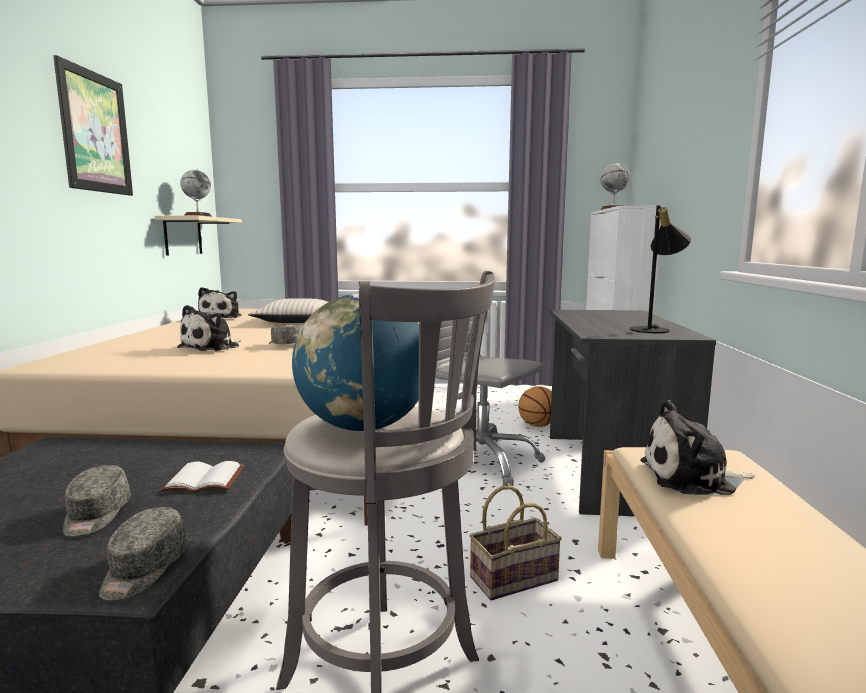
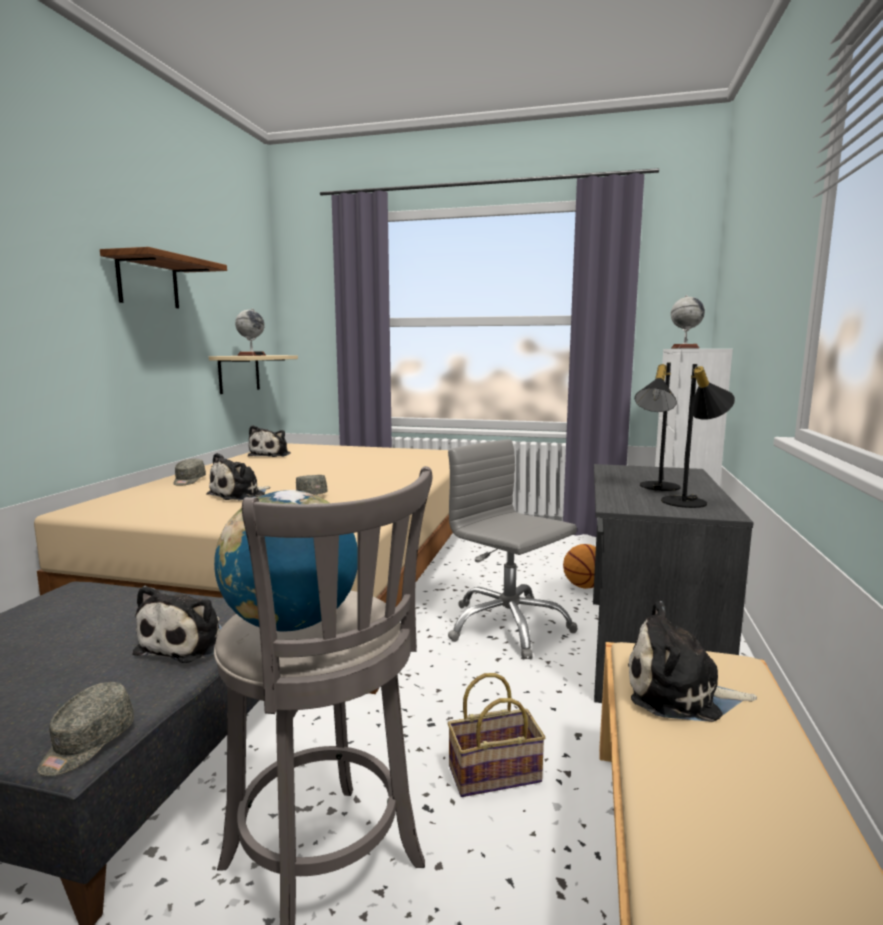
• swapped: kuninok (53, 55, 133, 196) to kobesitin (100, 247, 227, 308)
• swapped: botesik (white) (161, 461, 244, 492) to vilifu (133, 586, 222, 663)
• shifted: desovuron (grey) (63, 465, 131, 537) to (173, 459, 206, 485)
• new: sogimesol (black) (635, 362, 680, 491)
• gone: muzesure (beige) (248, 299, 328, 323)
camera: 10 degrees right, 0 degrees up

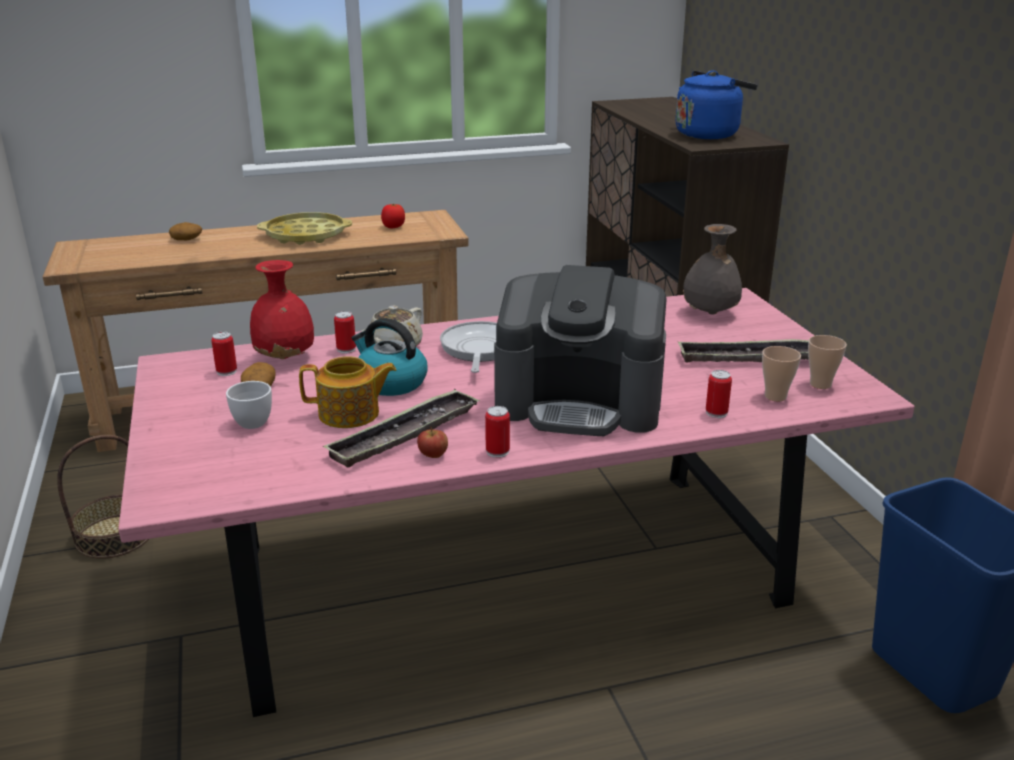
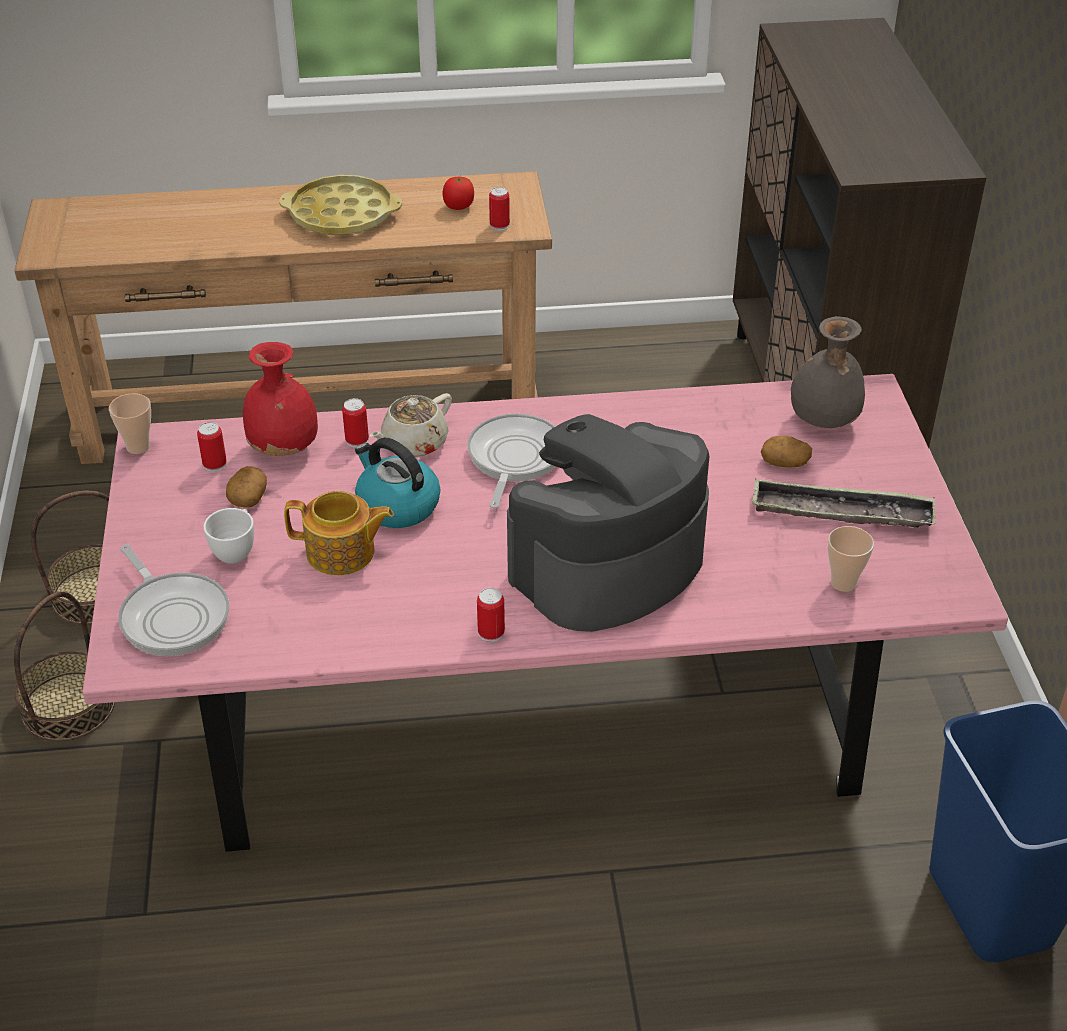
• new: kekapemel (14, 592, 115, 741)
• shifted: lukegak (808, 335, 847, 389) to (109, 393, 151, 454)
• new: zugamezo (118, 545, 229, 656)
• shifted: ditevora (706, 370, 732, 418) to (489, 187, 510, 231)
• rotated: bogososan (494, 265, 667, 436) = (507, 414, 710, 632) 120 degrees clockwise
• shifted: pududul (169, 222, 202, 240) to (761, 436, 812, 468)
• gone: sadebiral (323, 389, 480, 467)
• gone: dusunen (417, 427, 448, 458)
• gone: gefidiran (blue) (676, 70, 758, 139)
camera: 10 degrees right, 15 degrees up

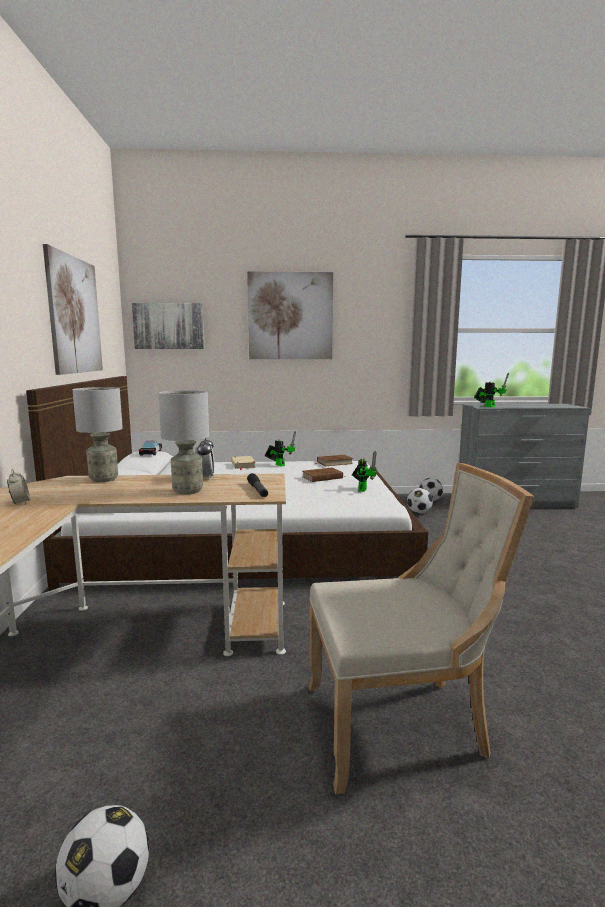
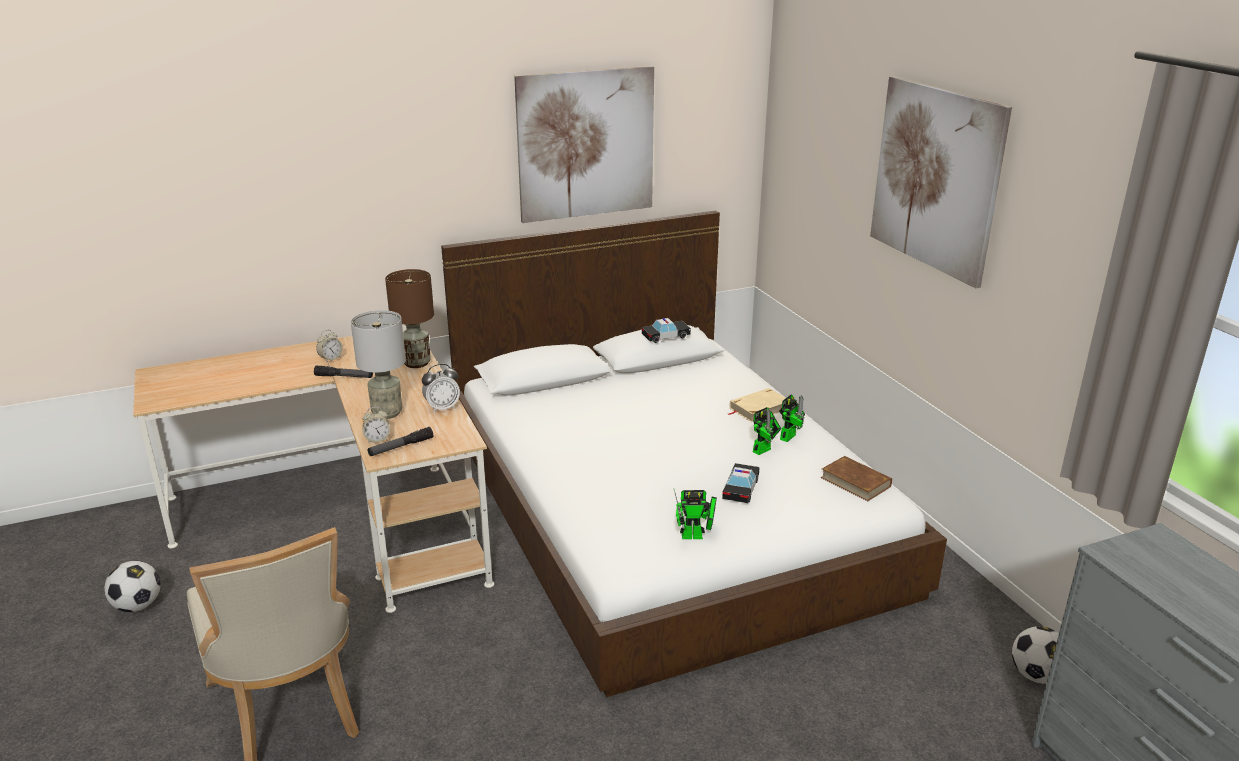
• new: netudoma (314, 366, 373, 378)
• new: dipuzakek (362, 407, 390, 443)
• repainted: sogimesol (grey) (72, 387, 123, 482) to sogimesol (brown) (385, 269, 434, 368)
• swapped: botesik (brown) (303, 468, 345, 482) to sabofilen (722, 463, 760, 503)
• shifted: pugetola (474, 372, 509, 407) to (753, 407, 781, 455)
• gone: kuninok (132, 303, 205, 349)
• gone: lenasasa (407, 488, 433, 514)
camera: 70 degrees right, 15 degrees up

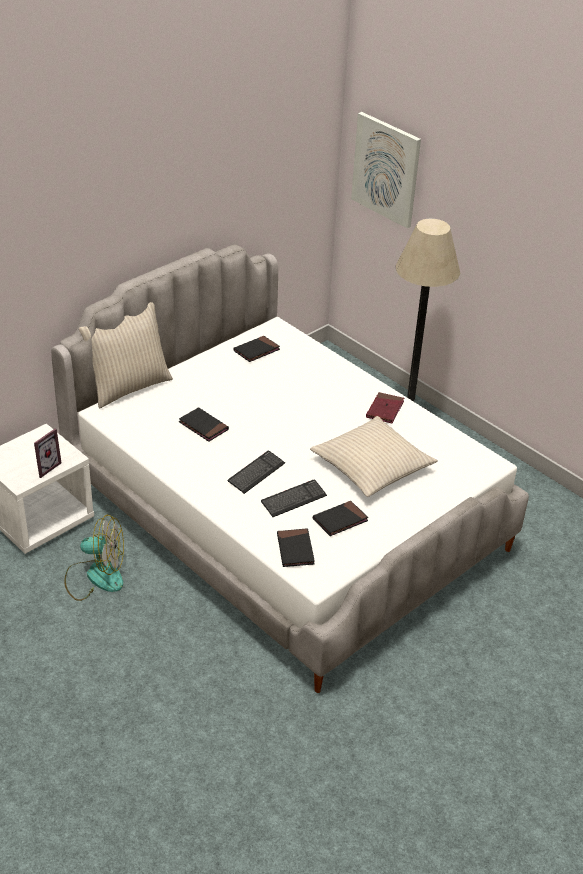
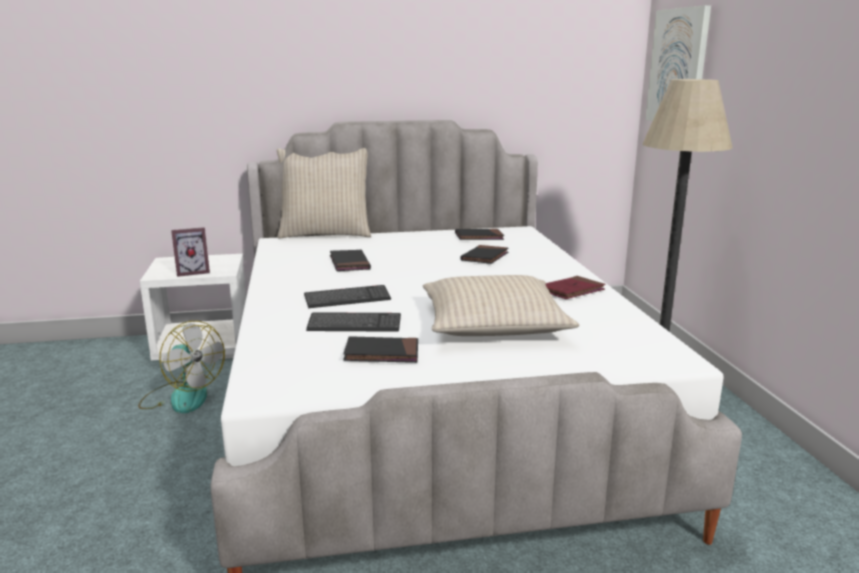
• shifted: botesik (black) (277, 528, 315, 567) to (461, 245, 509, 264)
camera: 35 degrees right, 20 degrees down

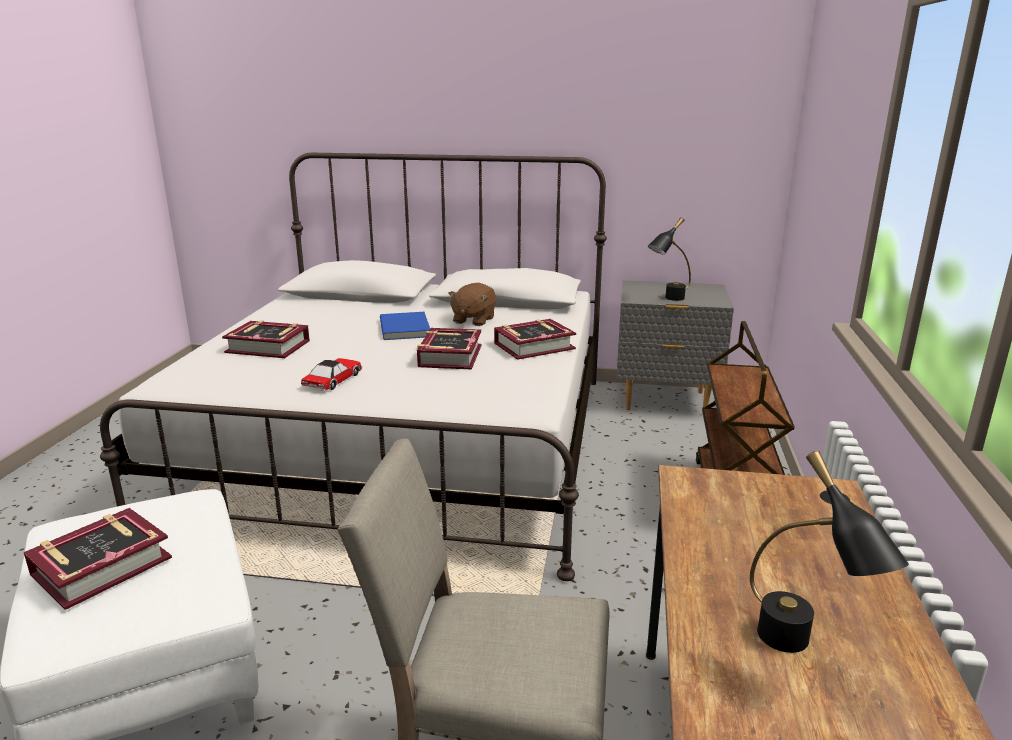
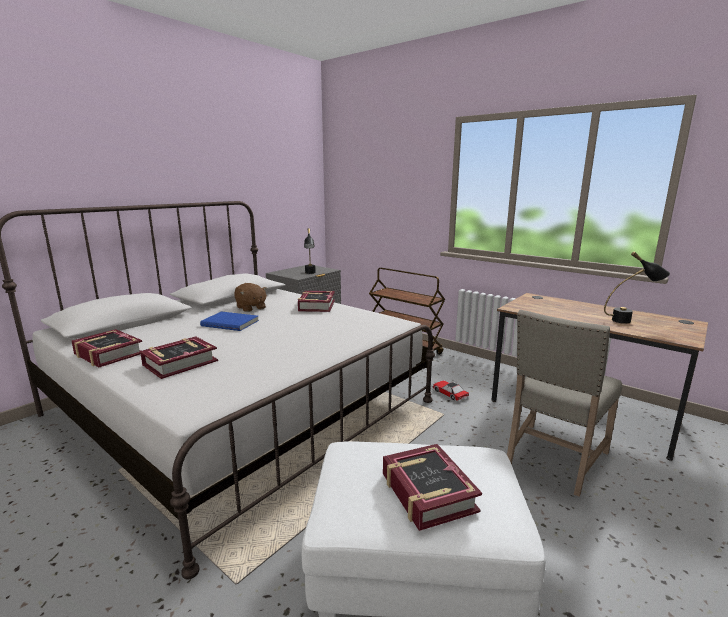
• shifted: botesik (417, 328, 482, 370) to (72, 329, 142, 367)
• shifted: sabofilen (301, 358, 362, 391) to (433, 380, 469, 400)
camera: 60 degrees left, 5 degrees down

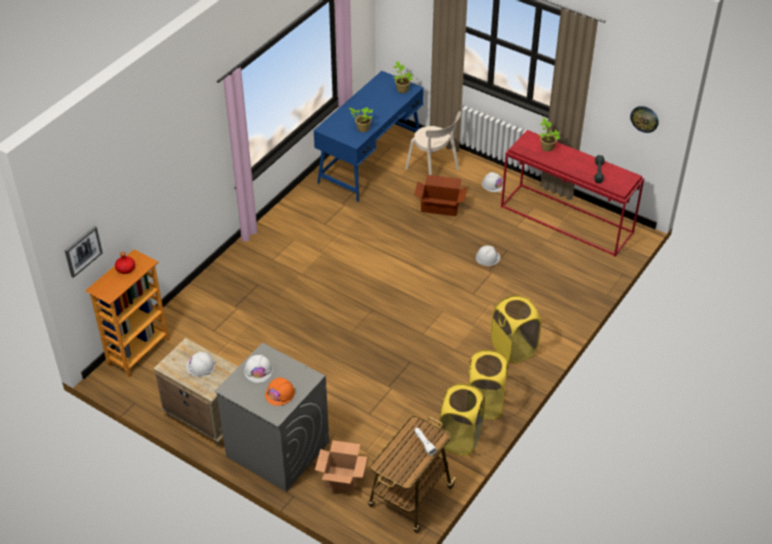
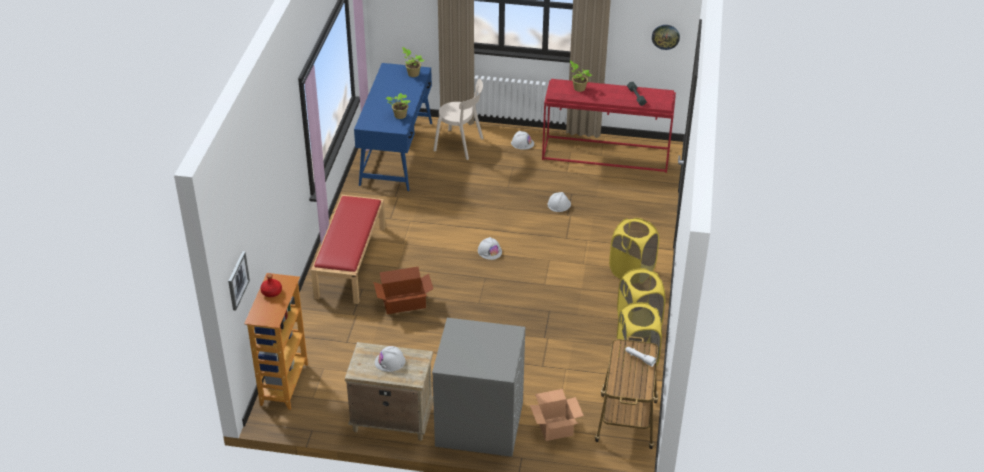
• new: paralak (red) (311, 195, 386, 304)
• shifted: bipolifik (414, 175, 467, 216) to (373, 267, 433, 314)
• shifted: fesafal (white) (244, 355, 273, 383) to (478, 237, 502, 260)
• gone: fesafal (orange) (265, 377, 295, 406)
camera: 25 degrees left, 5 degrees down

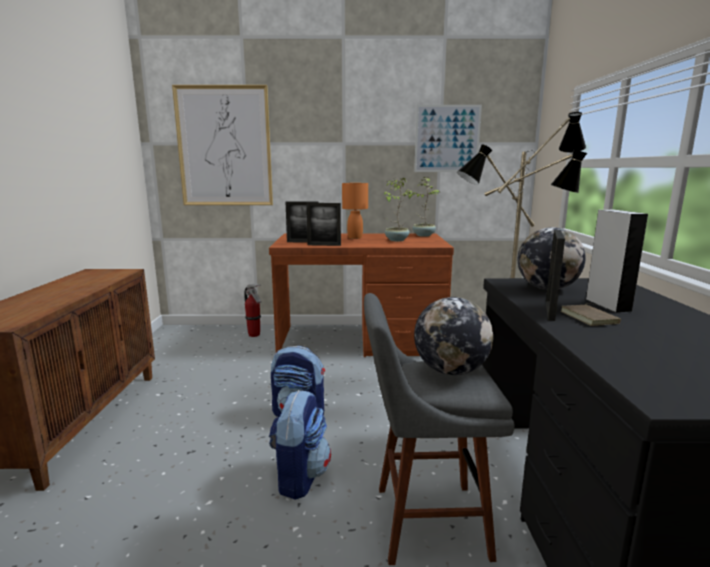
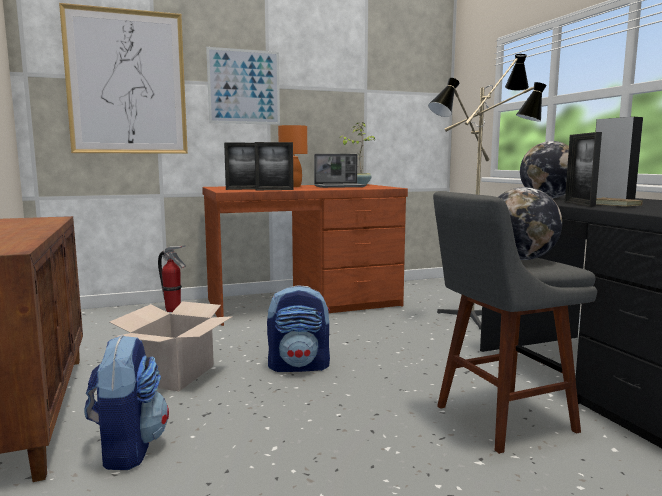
• shifted: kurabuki (269, 390, 331, 500) to (84, 335, 169, 470)
• new: bipolifik (109, 301, 233, 391)
• shifted: kuninok (414, 105, 482, 172) to (206, 47, 280, 125)
• swapped: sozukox (384, 178, 413, 241) to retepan (314, 154, 367, 188)
camera: 20 degrees left, 5 degrees down

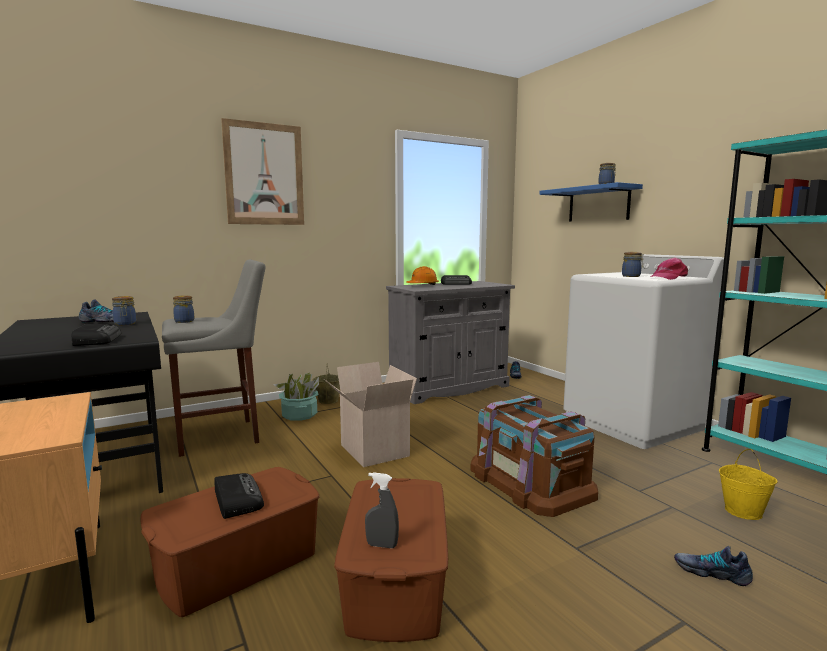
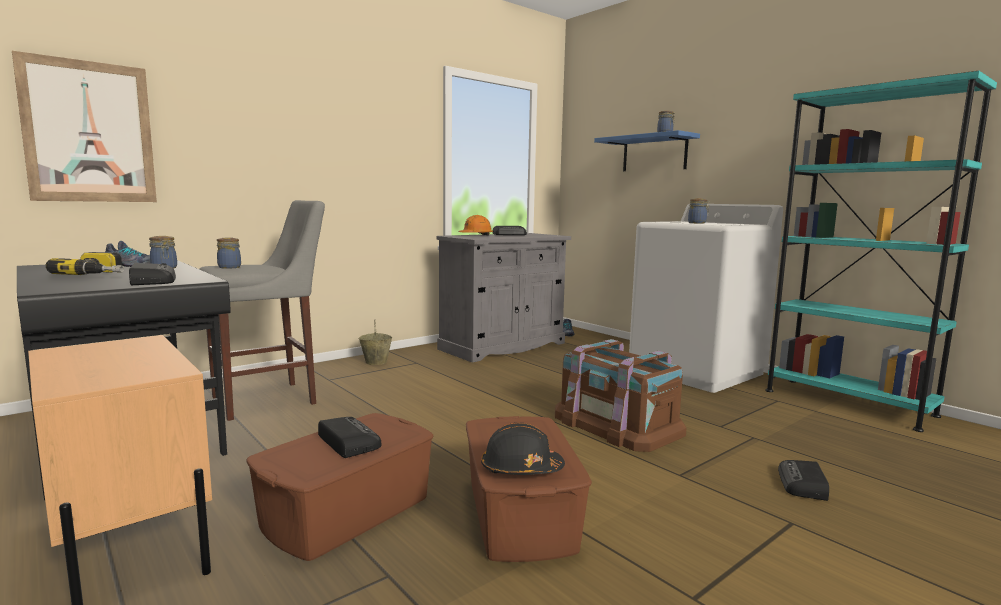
• shifted: kuninok (221, 118, 304, 225) to (12, 51, 157, 202)
• new: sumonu (46, 252, 124, 275)
• swapped: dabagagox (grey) (365, 472, 399, 548) to fesafal (black) (481, 423, 565, 475)
• swapped: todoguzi (674, 546, 753, 586) to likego (778, 460, 829, 501)
• gone: sozukox (273, 372, 319, 421)
• gone: bipolifik (324, 362, 417, 467)
• gone: desovuron (pink) (651, 258, 688, 280)
• gone: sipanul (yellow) (719, 449, 778, 520)
camera: 10 degrees left, 0 degrees up

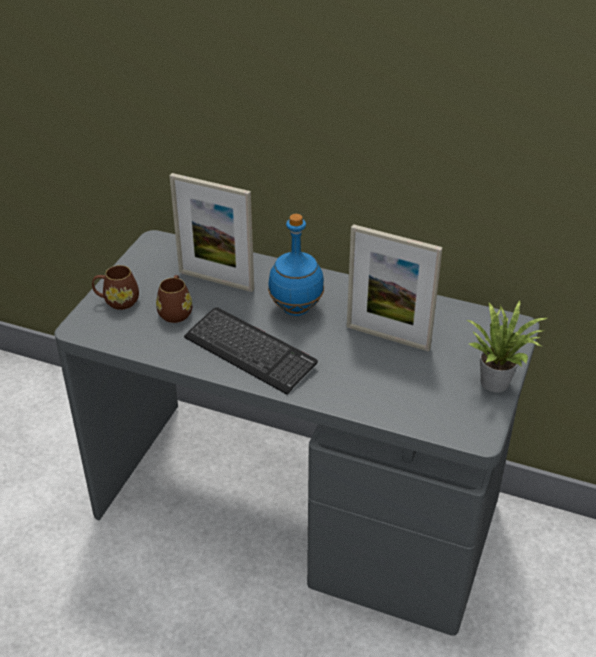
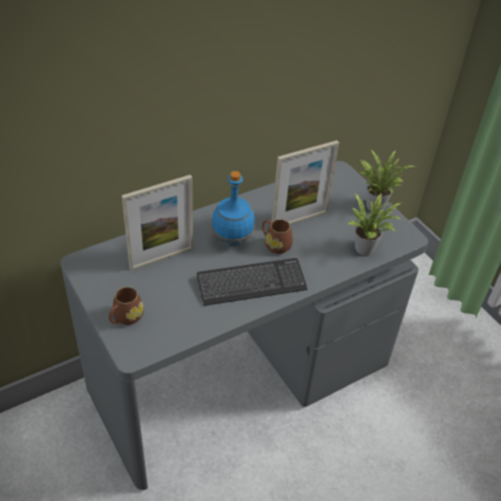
• shifted: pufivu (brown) (156, 275, 192, 323) to (262, 219, 293, 254)
• new: sozukox (347, 193, 401, 255)
camera: 55 degrees left, 5 degrees up

